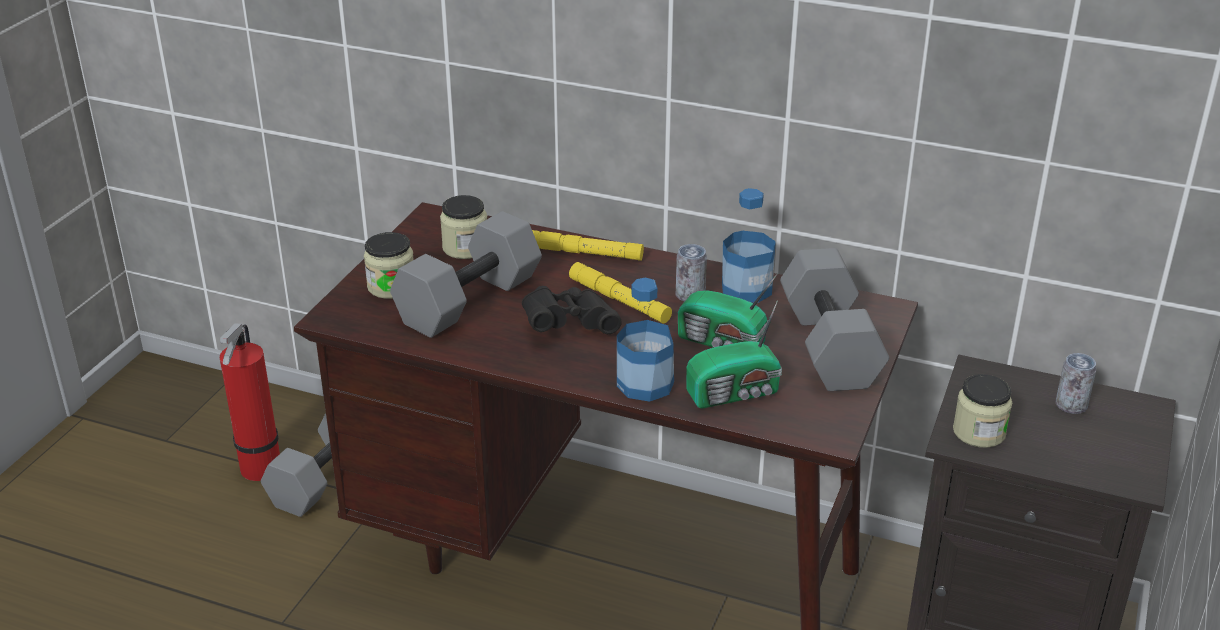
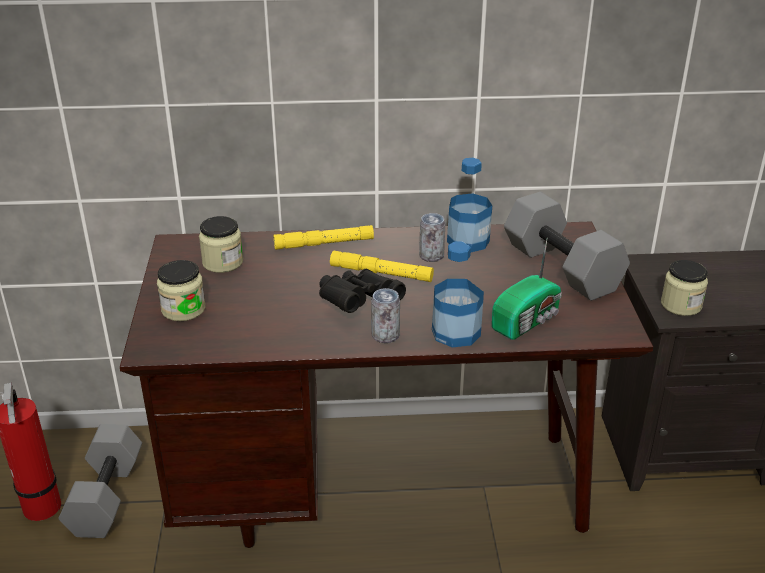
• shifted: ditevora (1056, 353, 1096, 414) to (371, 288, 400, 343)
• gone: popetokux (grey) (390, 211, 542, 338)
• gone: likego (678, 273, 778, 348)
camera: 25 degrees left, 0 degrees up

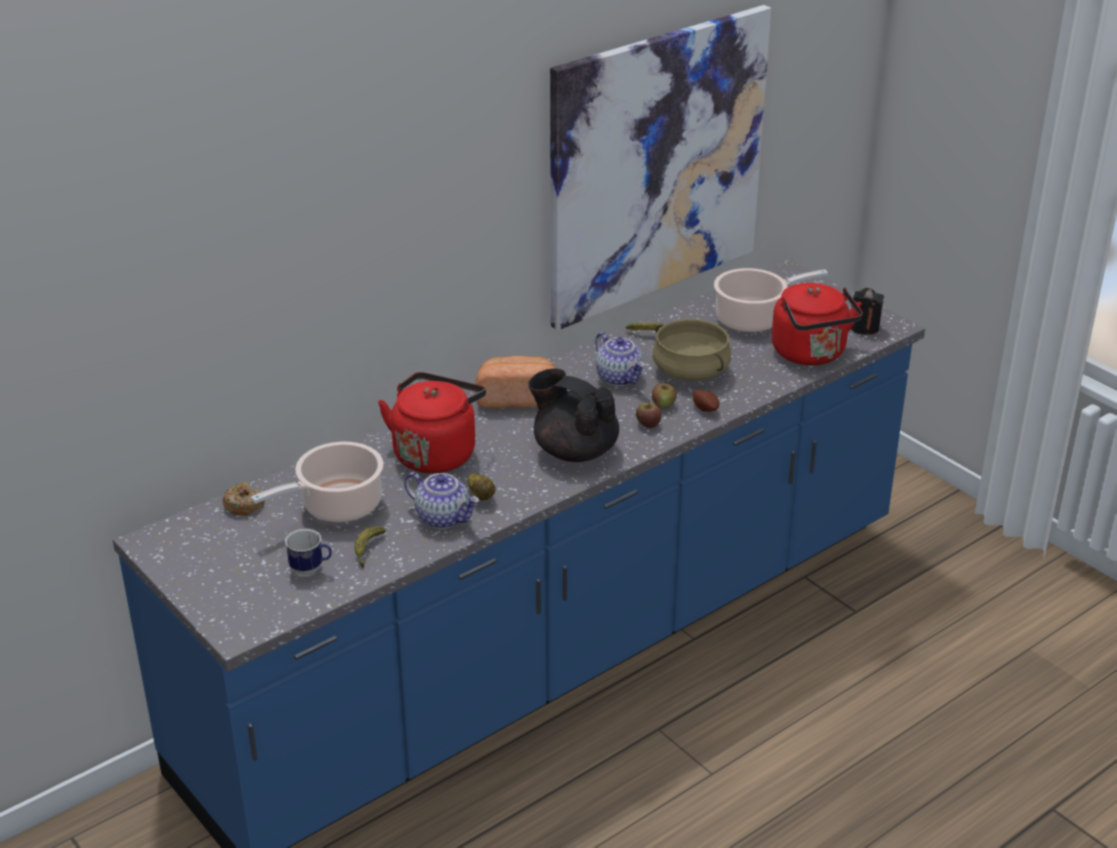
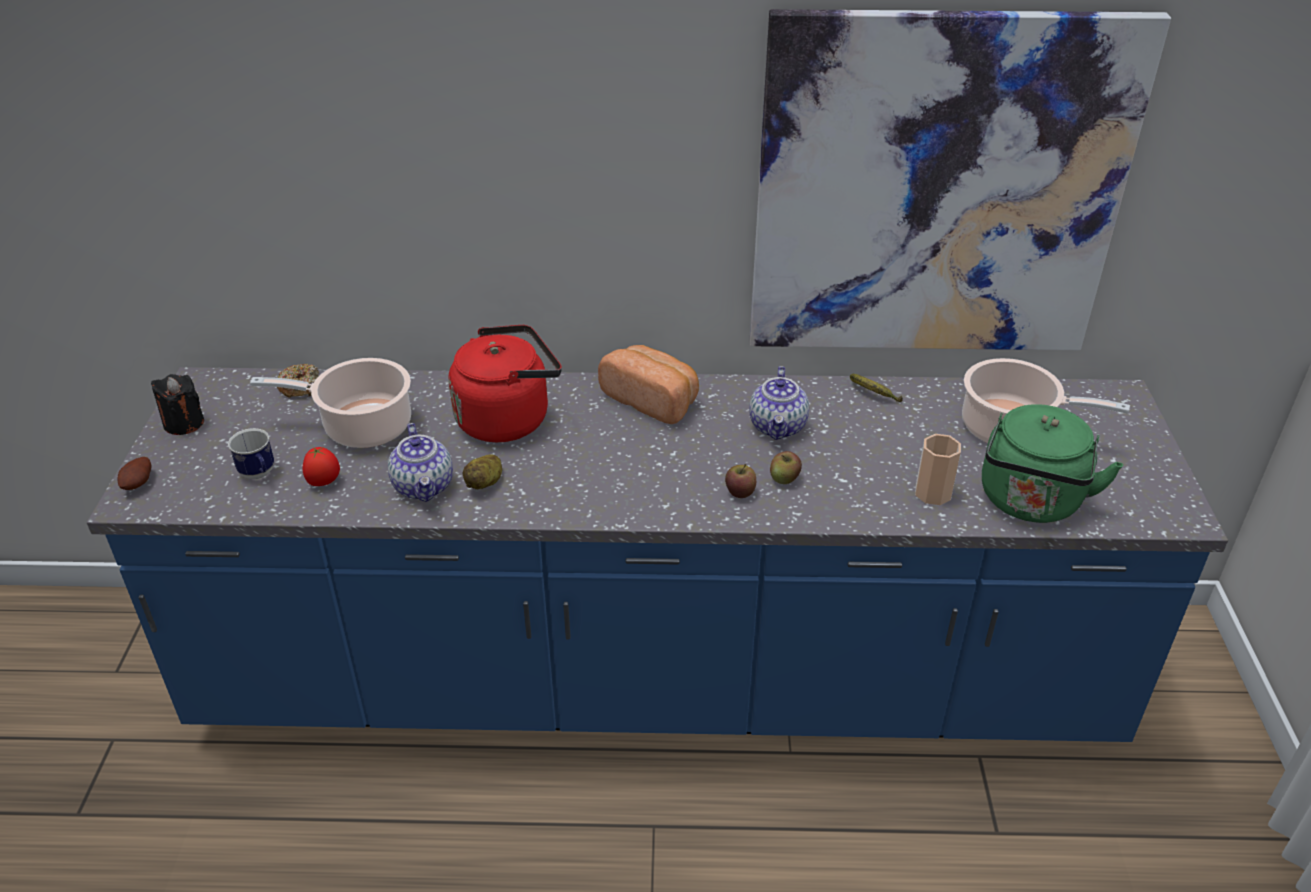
• shifted: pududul (693, 389, 719, 412) to (118, 457, 152, 490)
• shifted: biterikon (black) (851, 288, 884, 335) to (151, 374, 204, 435)
• swapped: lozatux (354, 526, 386, 568) to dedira (303, 447, 340, 486)
• new: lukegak (915, 434, 961, 505)
• repainted: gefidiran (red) (772, 283, 863, 365) to gefidiran (green) (982, 404, 1123, 523)
• gone: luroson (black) (528, 368, 619, 462)
• gone: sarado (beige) (653, 319, 731, 381)
camera: 40 degrees right, 5 degrees up

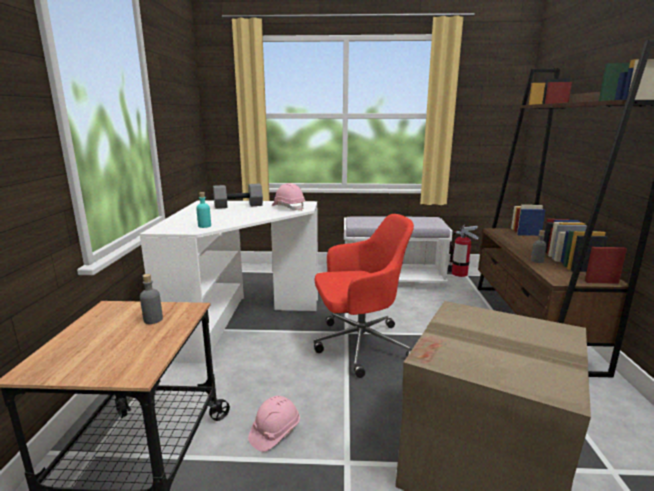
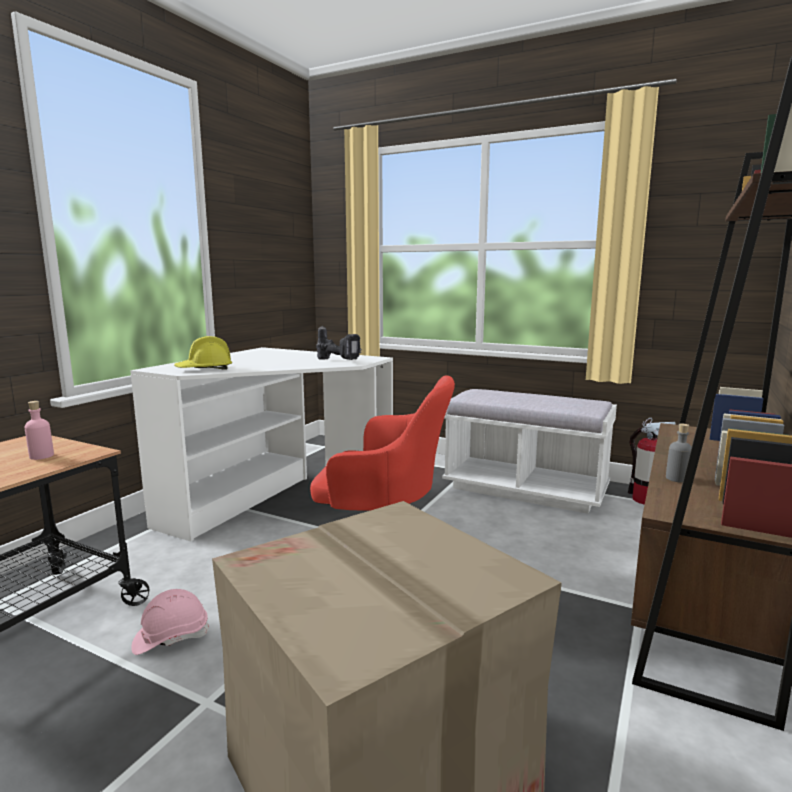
• repainted: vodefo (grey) (140, 274, 163, 324) to vodefo (pink) (24, 401, 54, 460)
• swapped: vodefo (turquoise) (196, 192, 211, 228) to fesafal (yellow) (174, 336, 232, 370)
• swapped: fesafal (pink) (272, 183, 305, 211) to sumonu (316, 326, 362, 360)
• gone: popetokux (grey) (213, 183, 263, 209)
camera: 25 degrees right, 5 degrees down

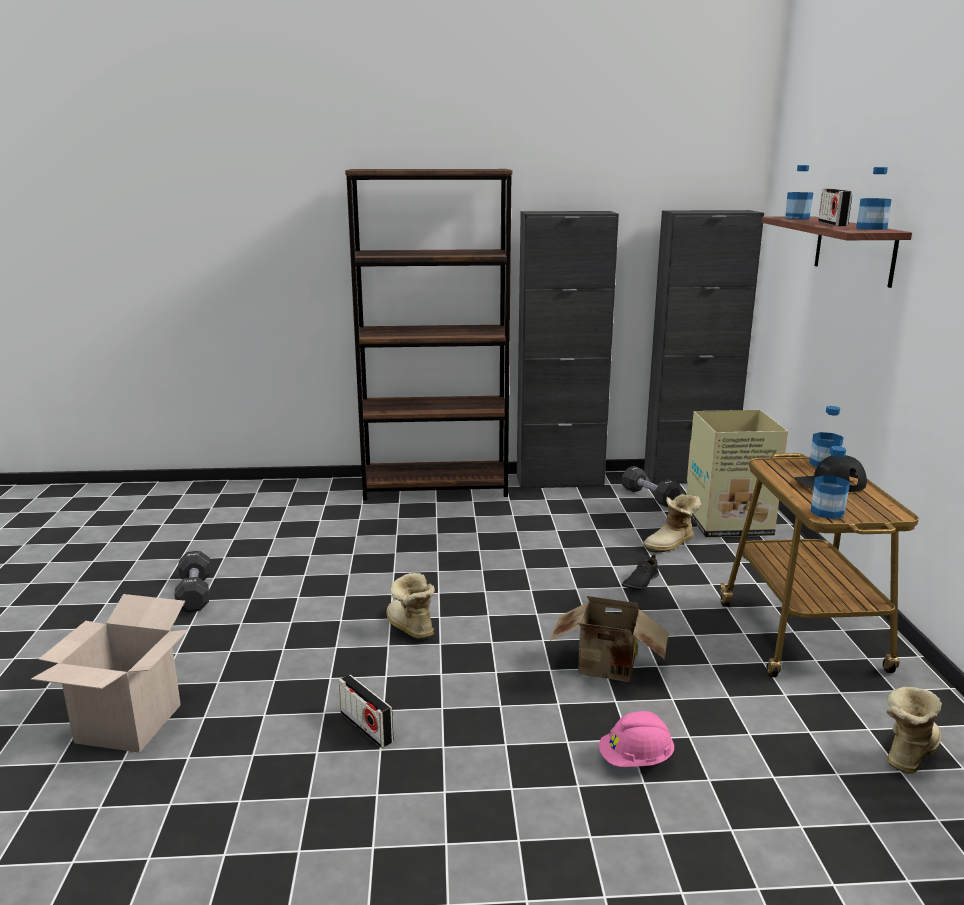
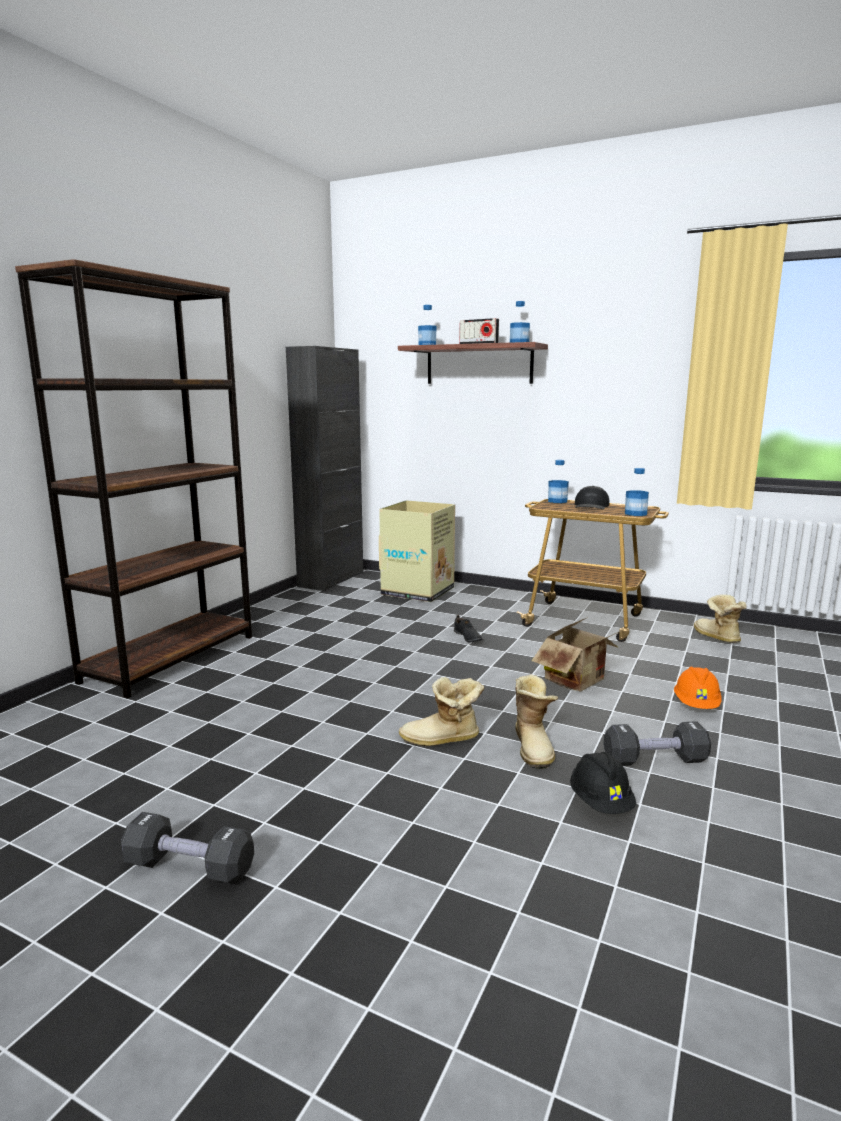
• shifted: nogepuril (643, 494, 701, 553) to (515, 674, 558, 769)
• swapped: likego (339, 675, 394, 748) to fesafal (black) (570, 752, 636, 814)
• shifted: popetokux (black) (622, 466, 680, 507) to (603, 721, 711, 766)
• repainted: fesafal (pink) (599, 711, 674, 767) to fesafal (orange) (674, 667, 722, 709)
• gone: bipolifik (31, 594, 188, 753)
• gone: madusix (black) (517, 211, 619, 490)
camera: 60 degrees left, 5 degrees down

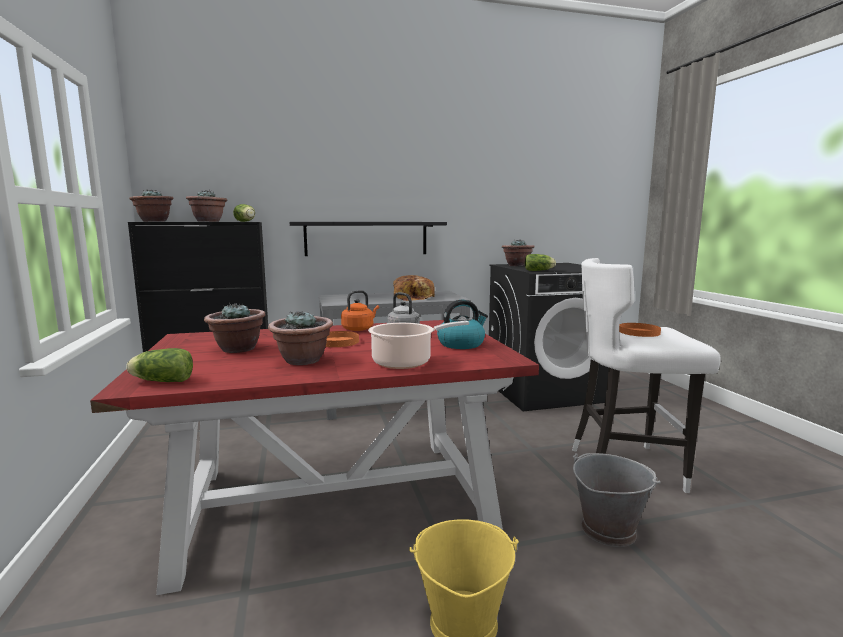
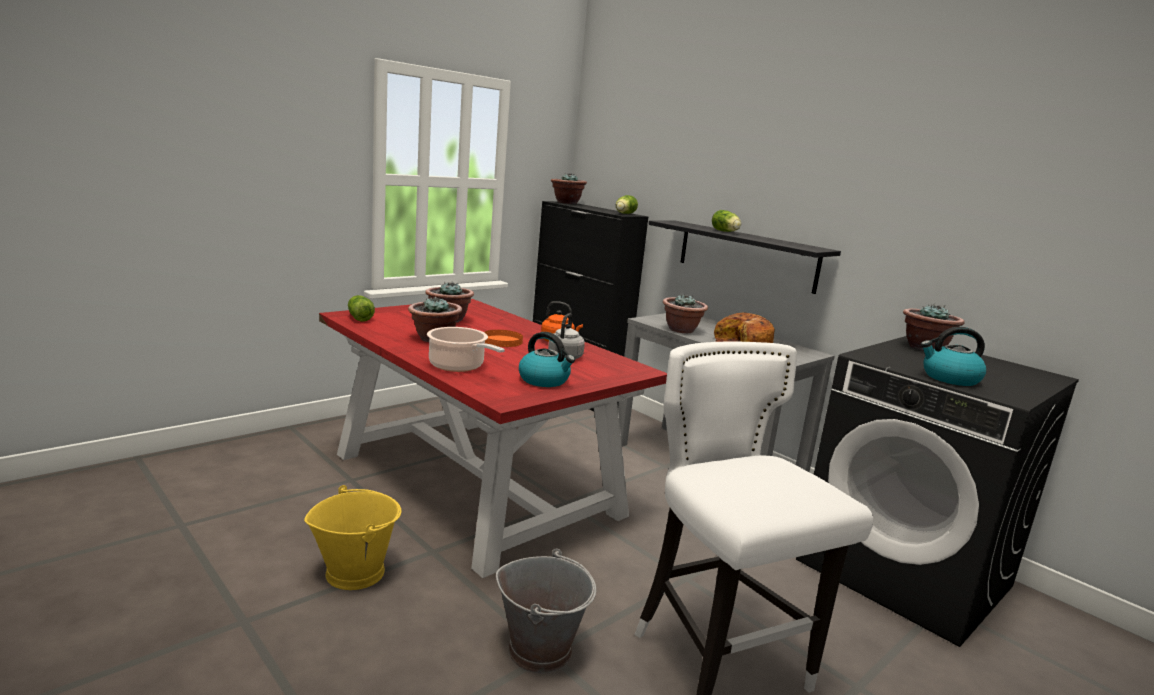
• shifted: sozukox (186, 190, 227, 222) to (663, 294, 708, 333)
• shifted: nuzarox (525, 254, 556, 271) to (712, 210, 741, 232)
• new: gefidiran (921, 327, 986, 386)
• gone: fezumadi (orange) (619, 323, 661, 337)
camera: 60 degrees right, 5 degrees up

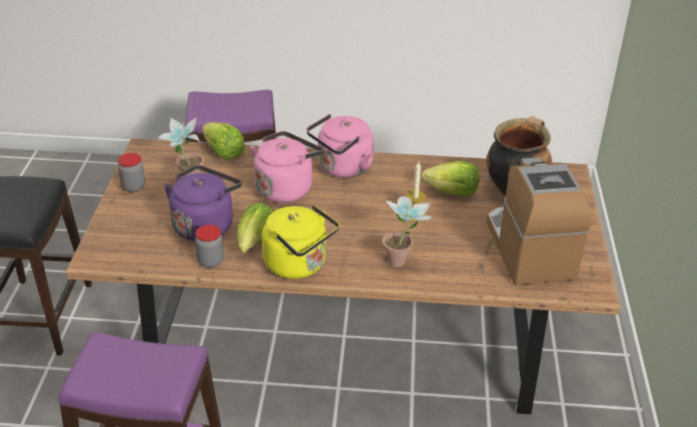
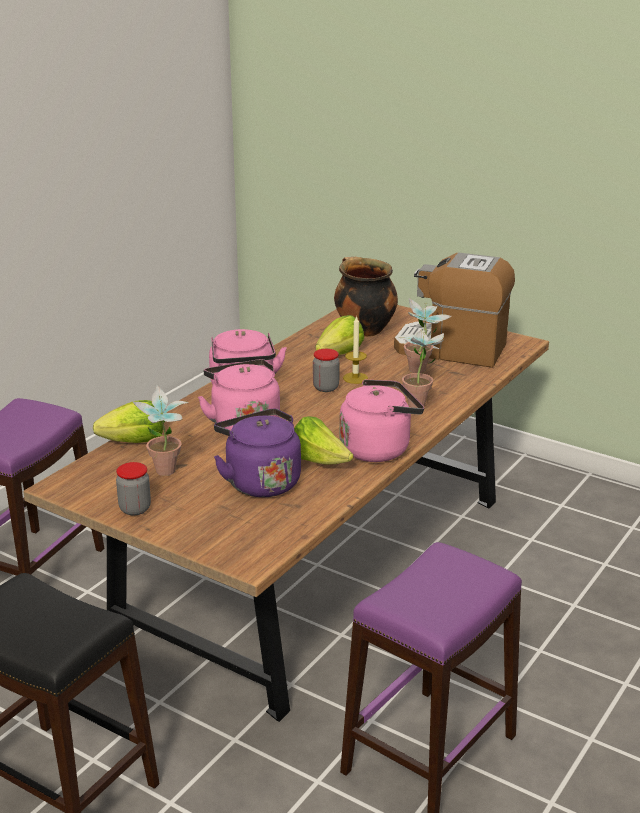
• shifted: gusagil (195, 225, 224, 268) to (313, 349, 340, 392)
• repainted: gefidiran (yellow) (262, 205, 339, 279) to gefidiran (pink) (339, 379, 424, 462)
• new: sozukox (404, 298, 452, 373)
camera: 60 degrees left, 10 degrees down

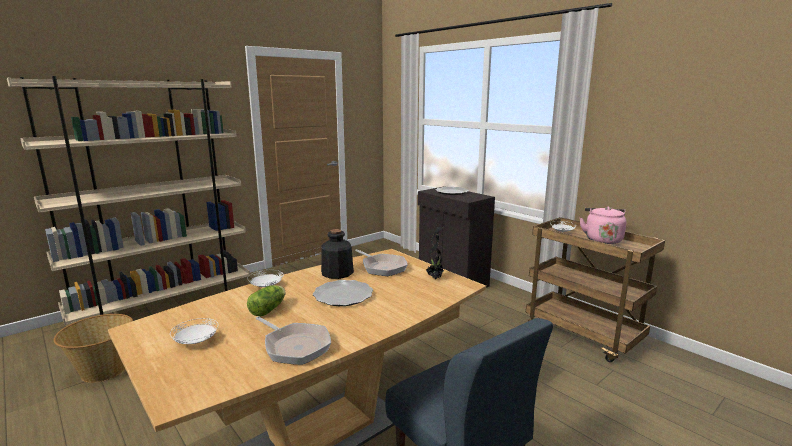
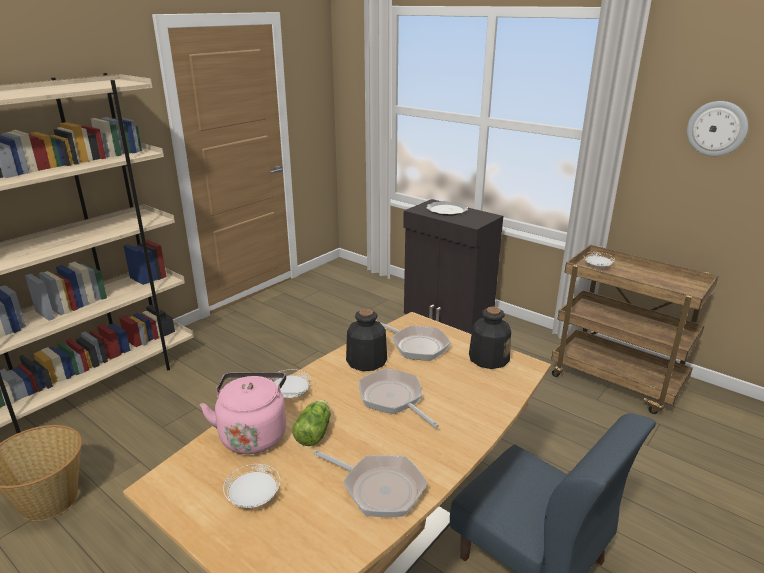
• shifted: gefidiran (pink) (580, 207, 627, 244) to (200, 372, 286, 454)
• swapped: fezumadi (313, 280, 373, 306) to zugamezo (359, 368, 439, 428)
• swapped: sozukox (426, 226, 446, 279) to vodefo (469, 307, 511, 369)
• new: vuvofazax (687, 101, 748, 156)
camera: 10 degrees left, 10 degrees up

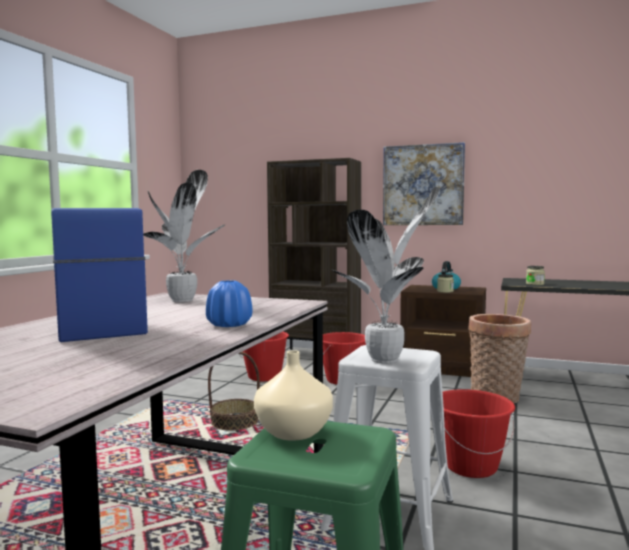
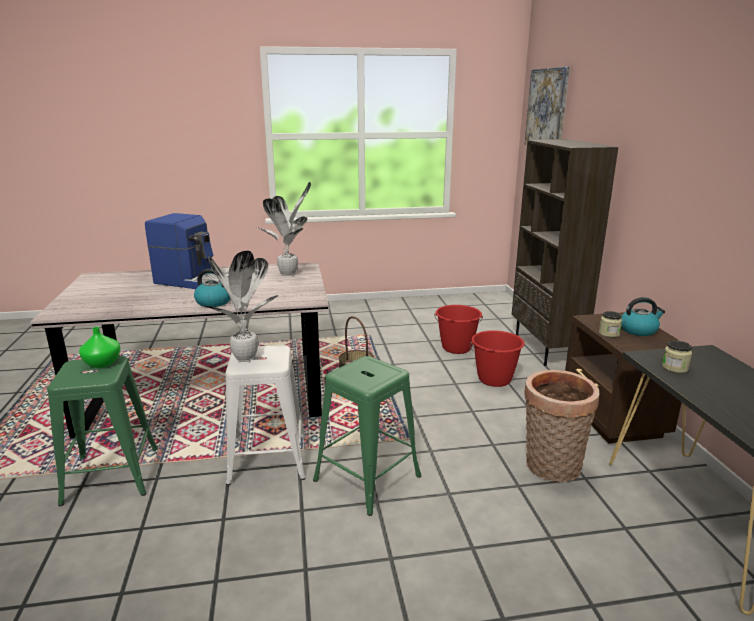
• repainted: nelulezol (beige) (254, 350, 333, 441) to nelulezol (green) (79, 327, 121, 368)
• rotated: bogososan (51, 208, 148, 342) = (145, 213, 229, 289) 75 degrees clockwise
• swapped: nelulezol (blue) (206, 280, 252, 327) to gefidiran (194, 269, 230, 307)
• swapped: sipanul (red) (443, 389, 515, 478) to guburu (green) (313, 356, 421, 516)
• shifted: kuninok (383, 142, 465, 225) to (525, 66, 570, 145)
camera: 60 degrees right, 15 degrees up

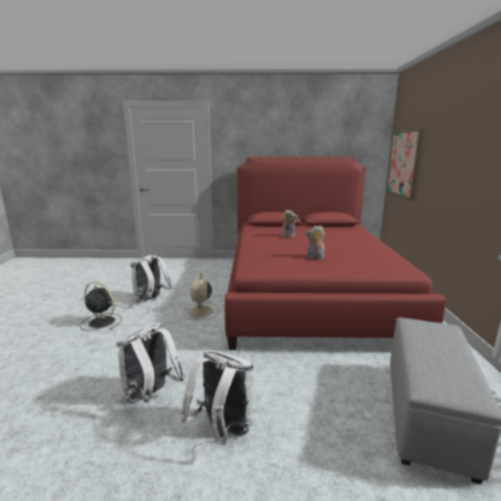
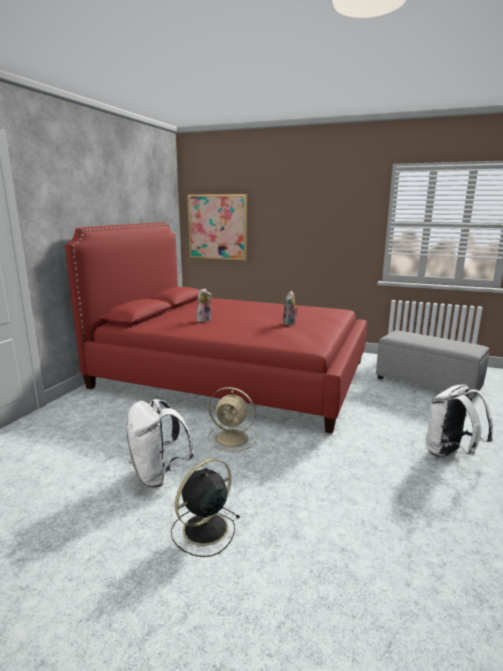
• gone: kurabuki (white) (116, 322, 185, 403)
camera: 70 degrees left, 0 degrees up

